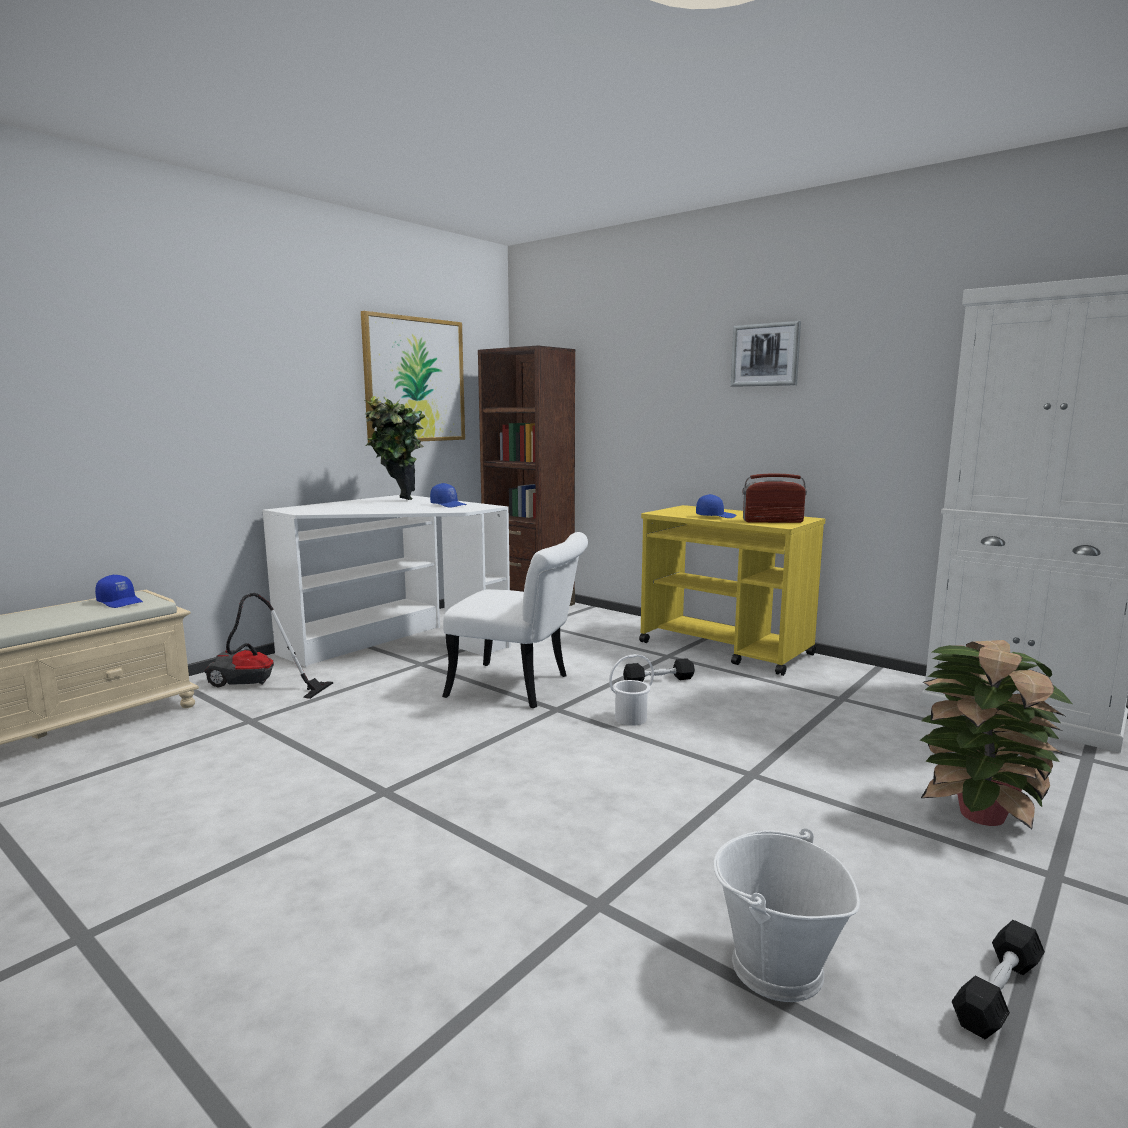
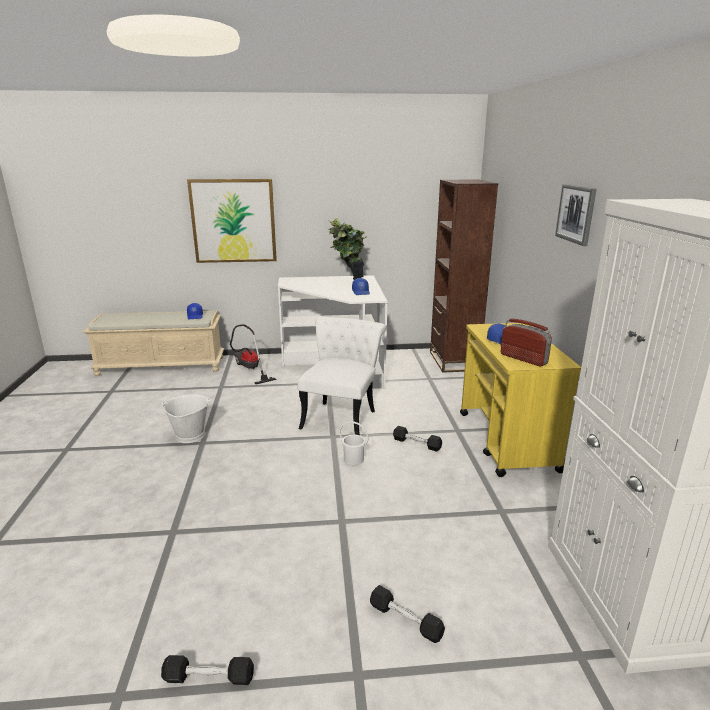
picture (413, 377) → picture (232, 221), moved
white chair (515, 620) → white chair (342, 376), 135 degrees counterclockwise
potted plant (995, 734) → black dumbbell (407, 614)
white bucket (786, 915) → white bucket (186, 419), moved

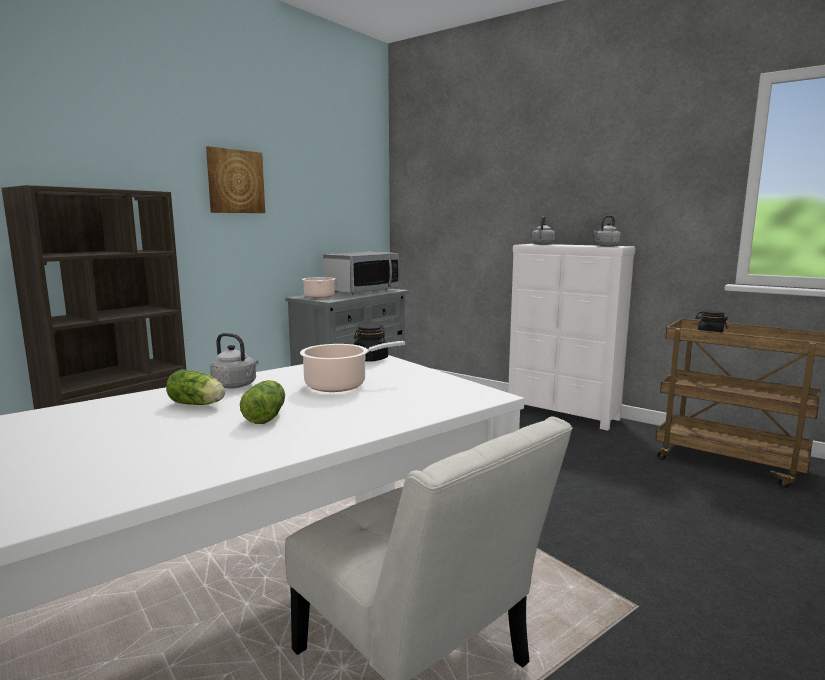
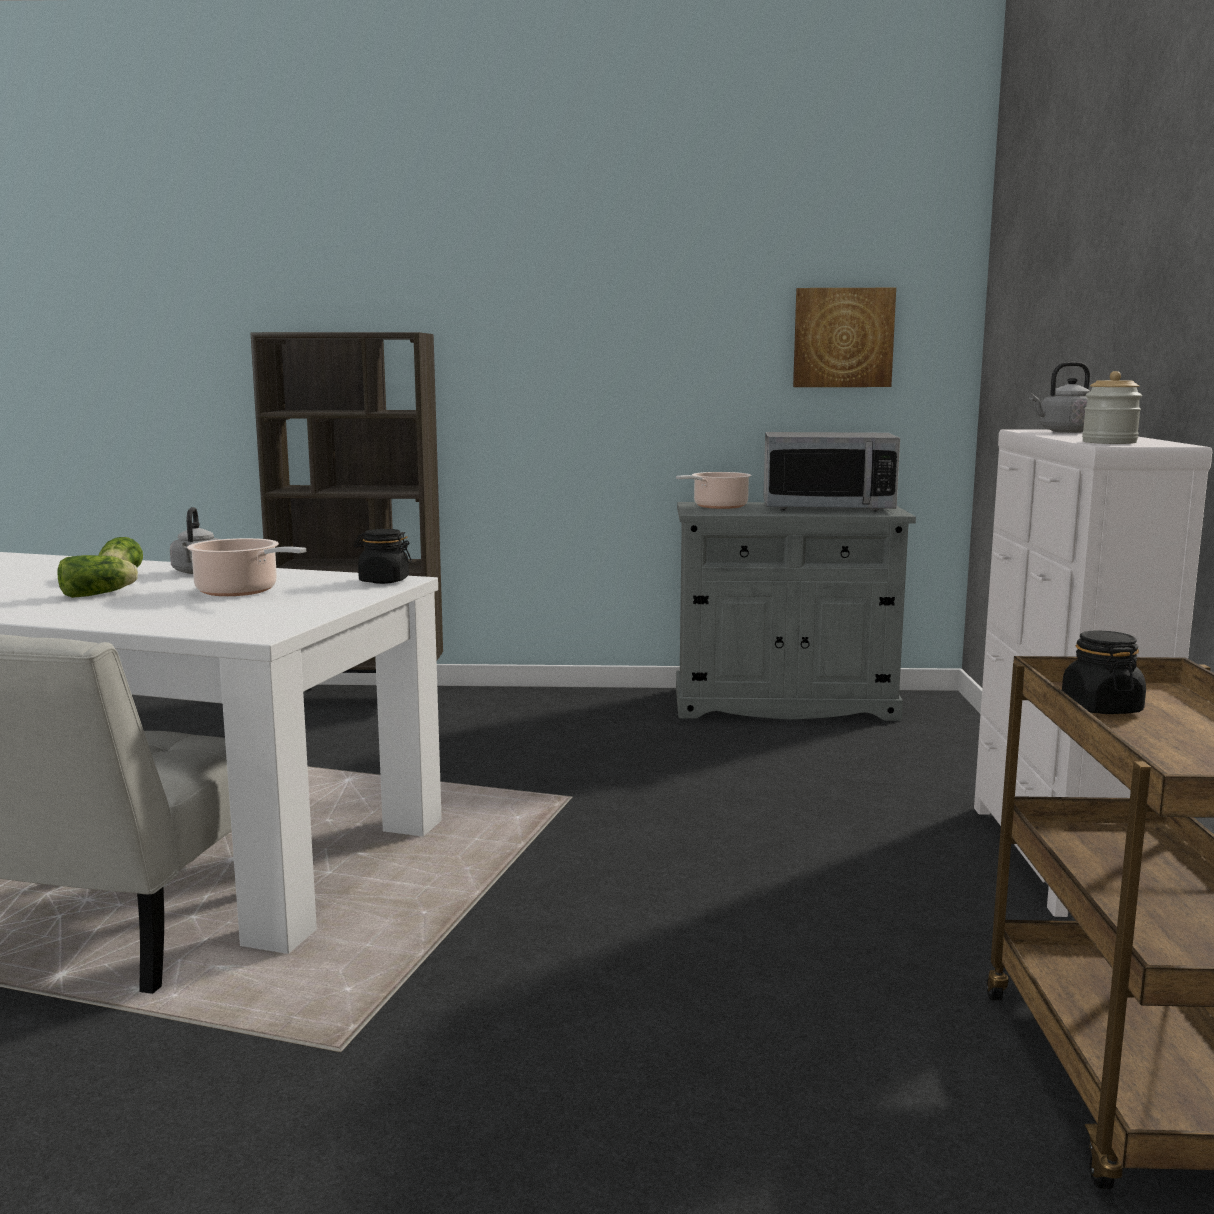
picture (235, 179) → picture (844, 337), moved
grey kettle (607, 231) → jar (1112, 407)

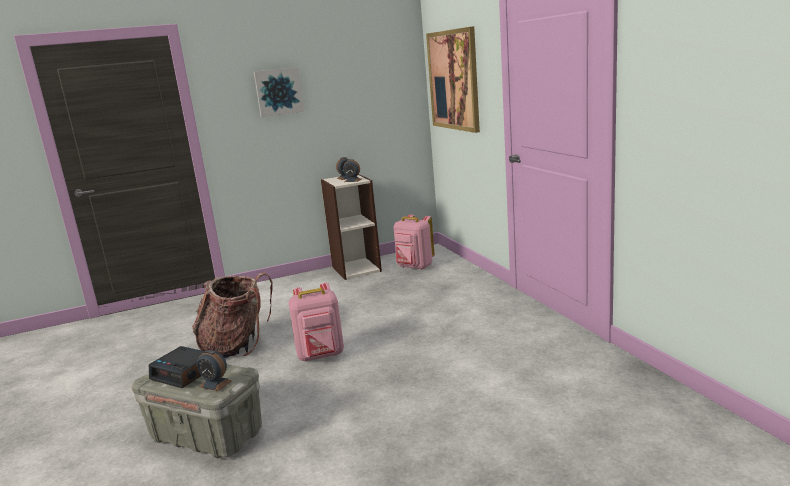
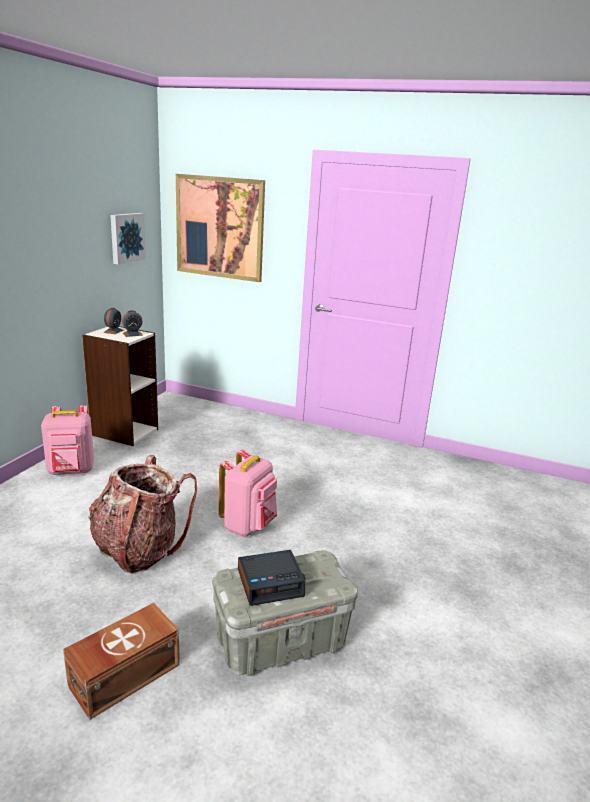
picture (279, 92) → picture (128, 238), moved
pink backpack (414, 242) → pink backpack (67, 440), moved
alarm clock (214, 370) → -
- → brown storage box (121, 661)

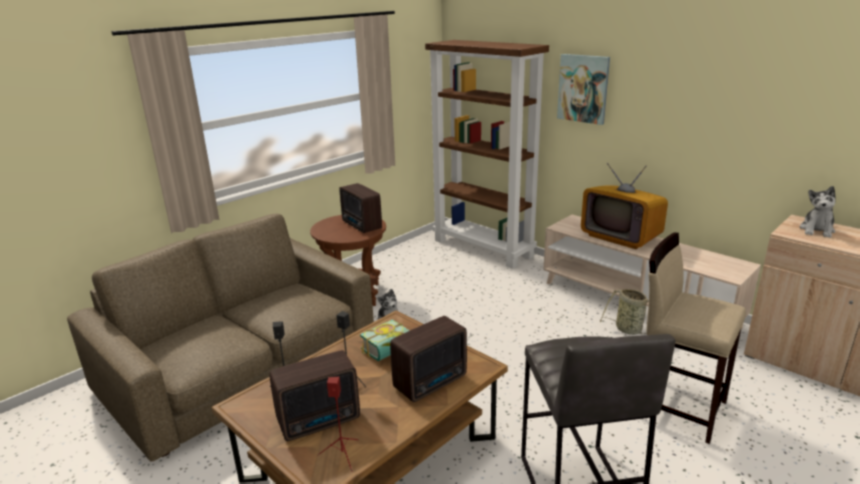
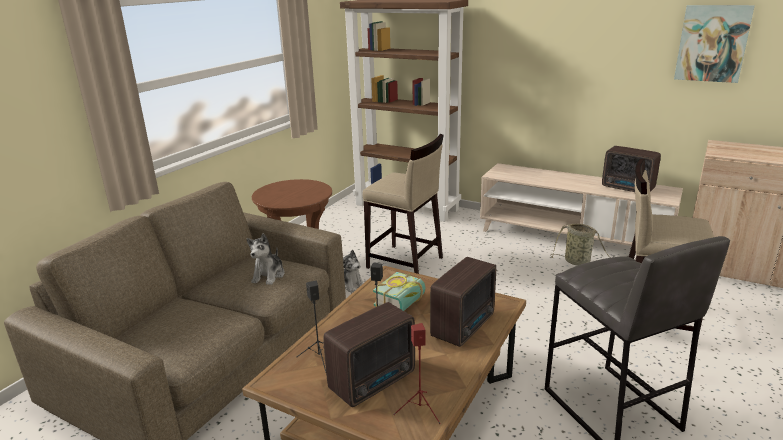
picture (583, 89) → picture (714, 44), moved
television (624, 206) → -
radio (360, 208) → radio (631, 169), moved
plush toy (818, 212) → plush toy (266, 259), moved
- → beige stool (403, 204)

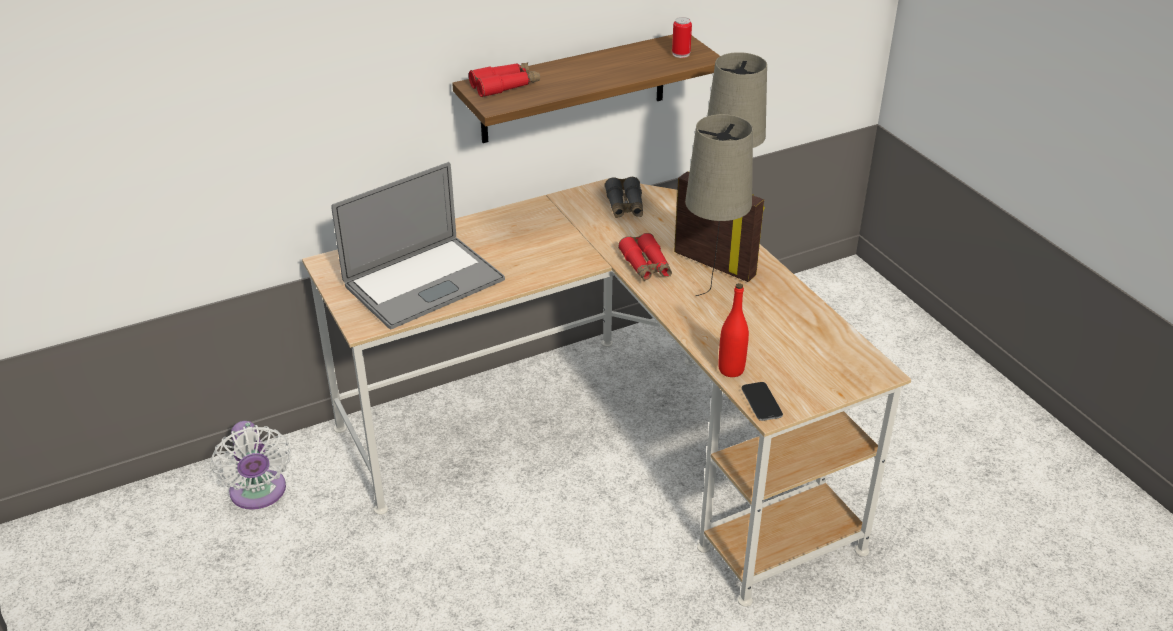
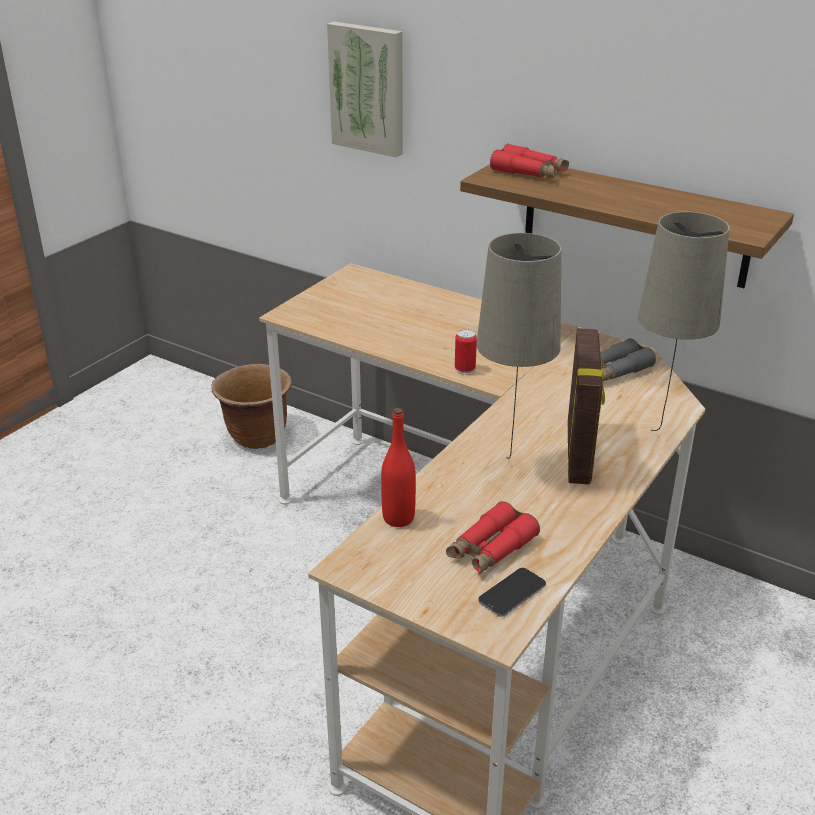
can (682, 37) → can (466, 352), moved
laptop (418, 245) → -
red binoculars (645, 257) → red binoculars (493, 537), moved
phone (762, 401) → phone (512, 592), moved
white fan (250, 465) → brown planter (251, 406)
- → picture (365, 89)

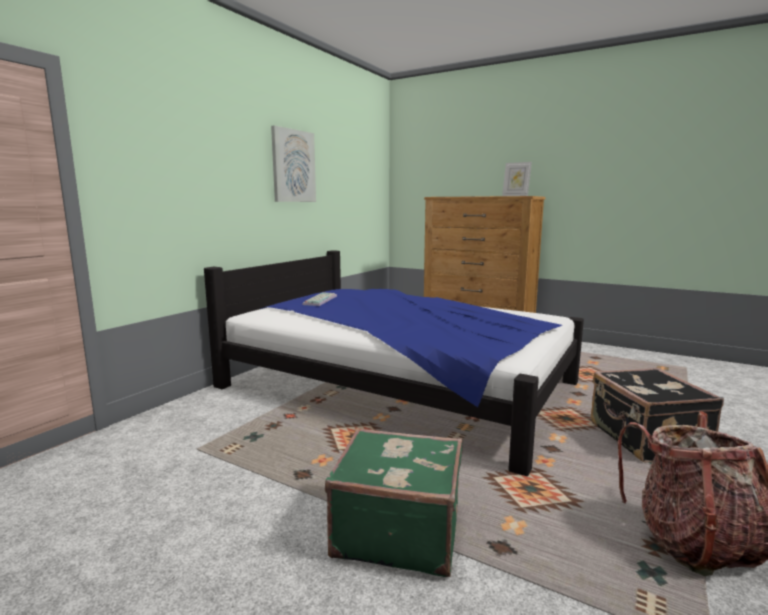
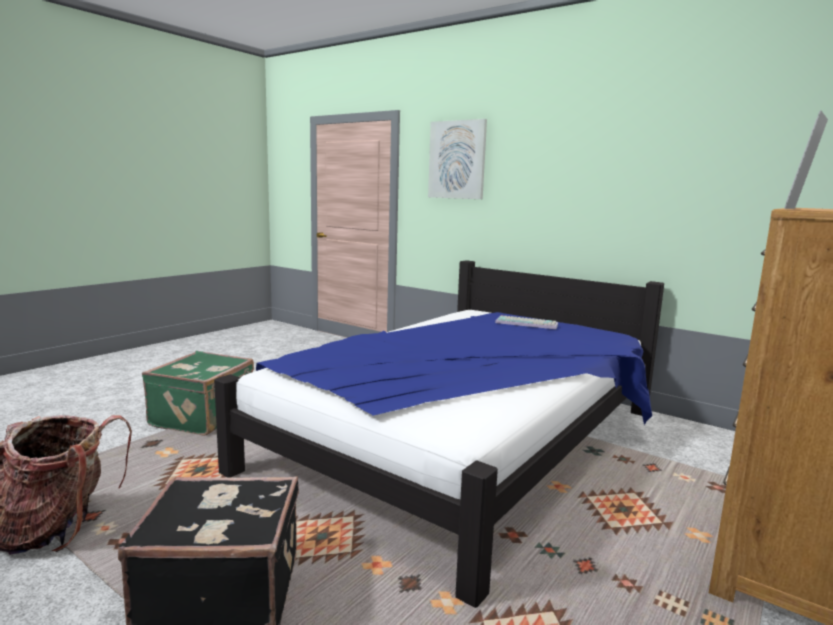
picture (293, 163) → picture (457, 159), moved

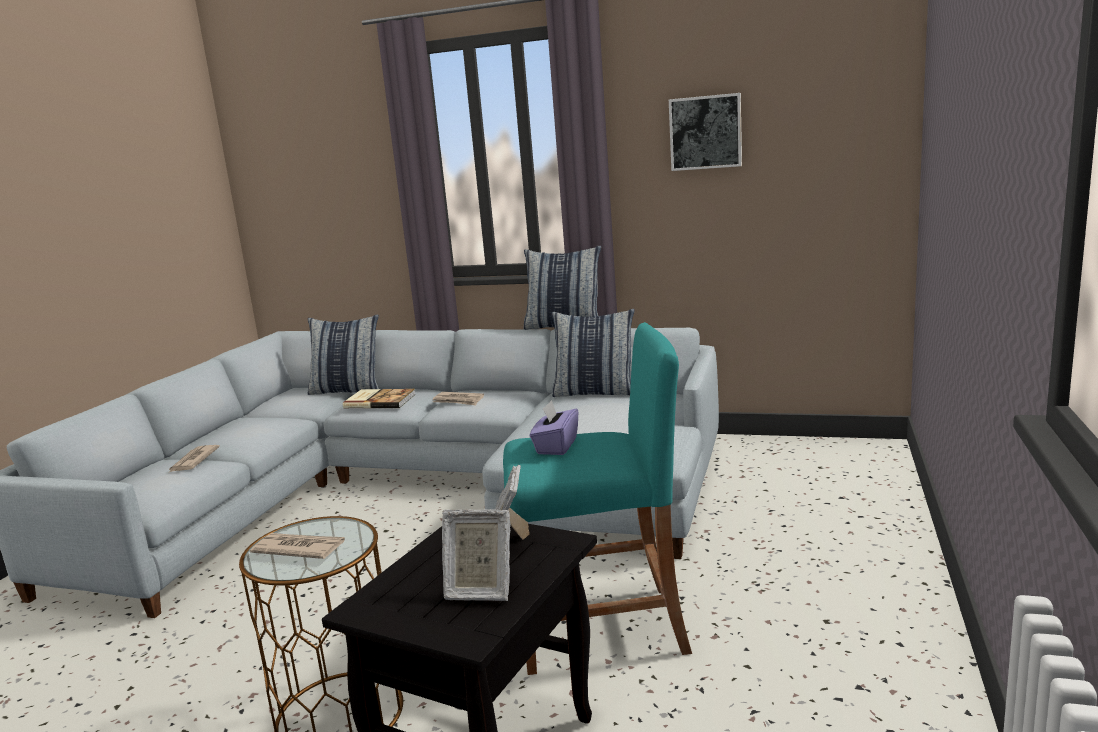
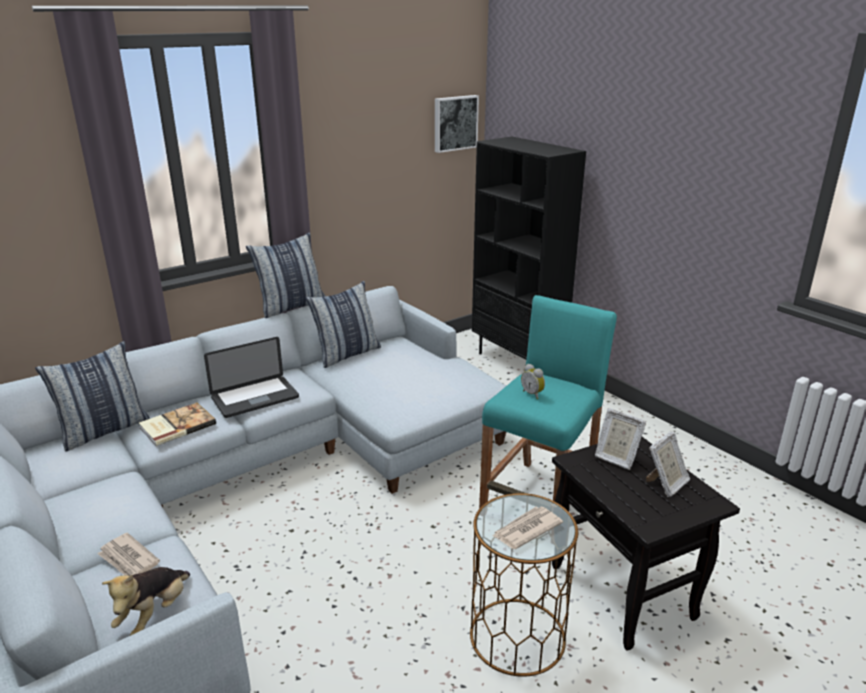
picture (705, 132) → picture (457, 124), moved
newspaper (458, 398) → laptop (251, 377)
purple tissue box (554, 427) → alarm clock (533, 381)
- → black bookcase (529, 248)
- → plush toy (146, 601)

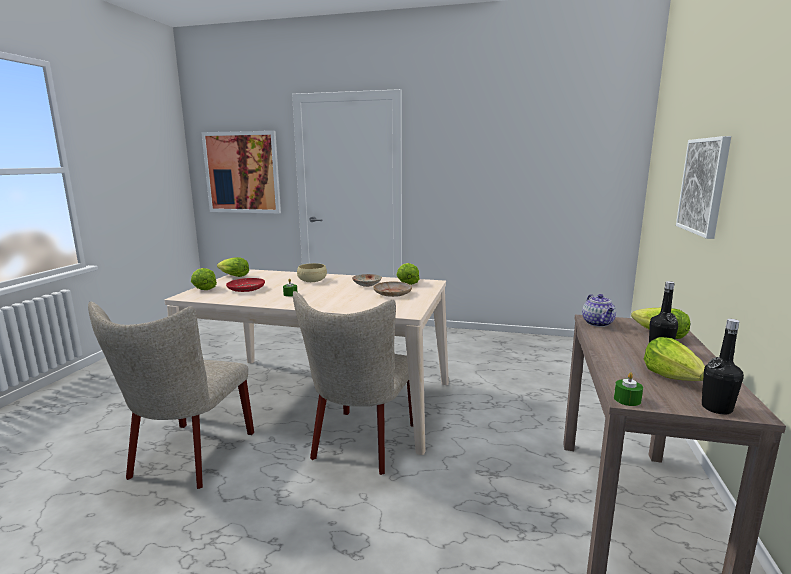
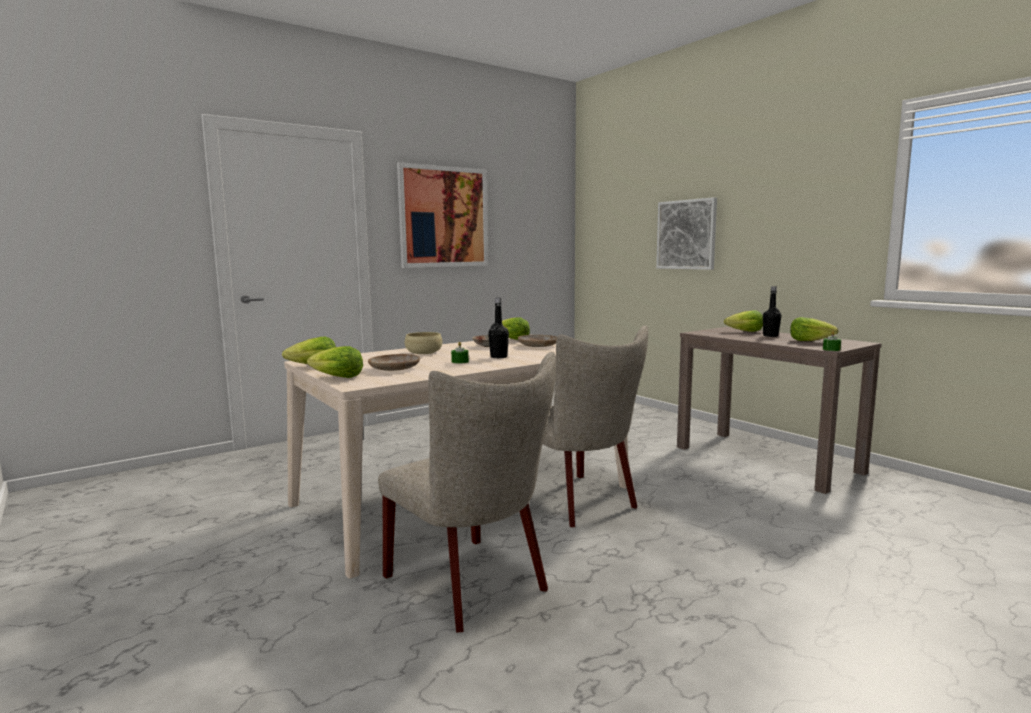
picture (241, 172) → picture (442, 215), moved
red plate (245, 285) → beige plate (394, 362)
teapot (599, 310) → -
black bottle (723, 366) → black bottle (498, 328), moved

